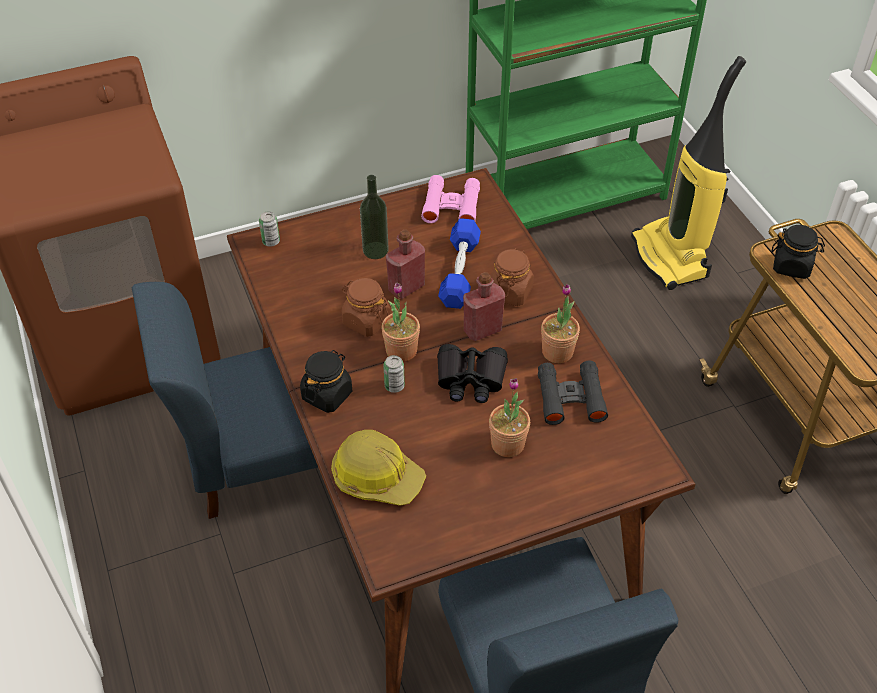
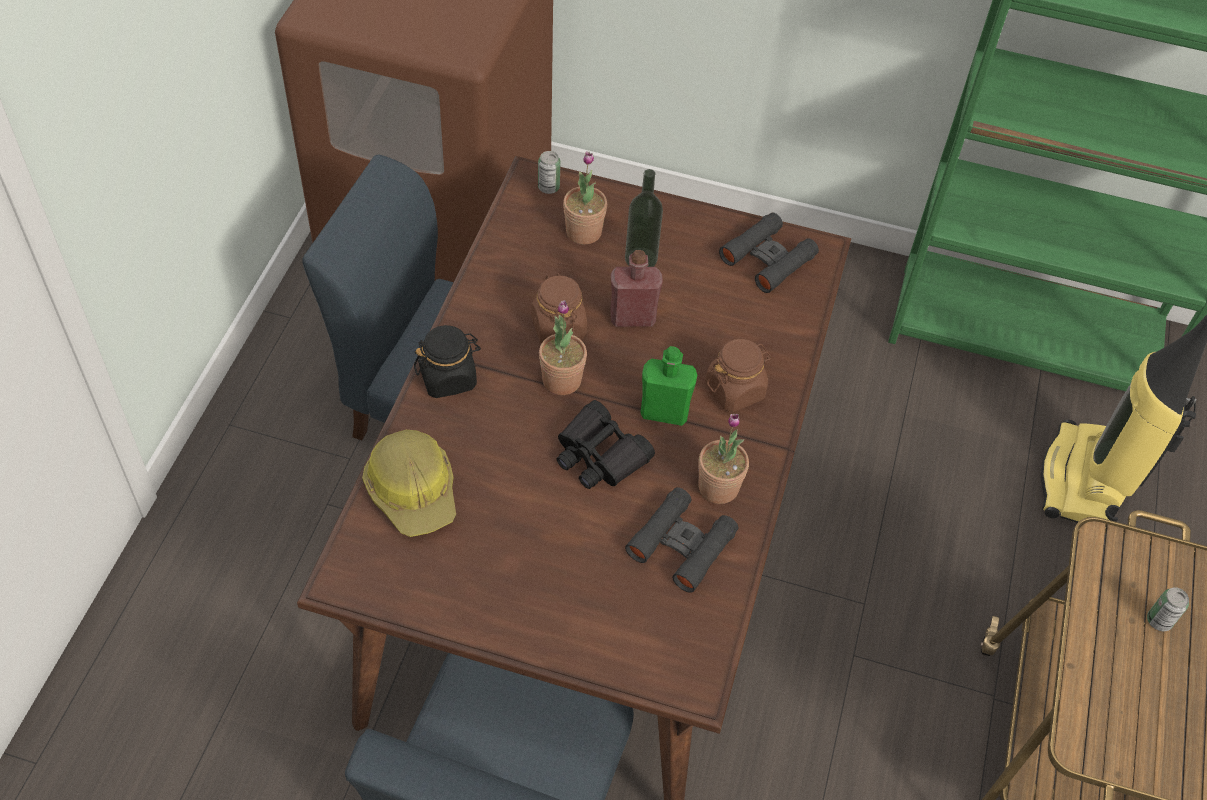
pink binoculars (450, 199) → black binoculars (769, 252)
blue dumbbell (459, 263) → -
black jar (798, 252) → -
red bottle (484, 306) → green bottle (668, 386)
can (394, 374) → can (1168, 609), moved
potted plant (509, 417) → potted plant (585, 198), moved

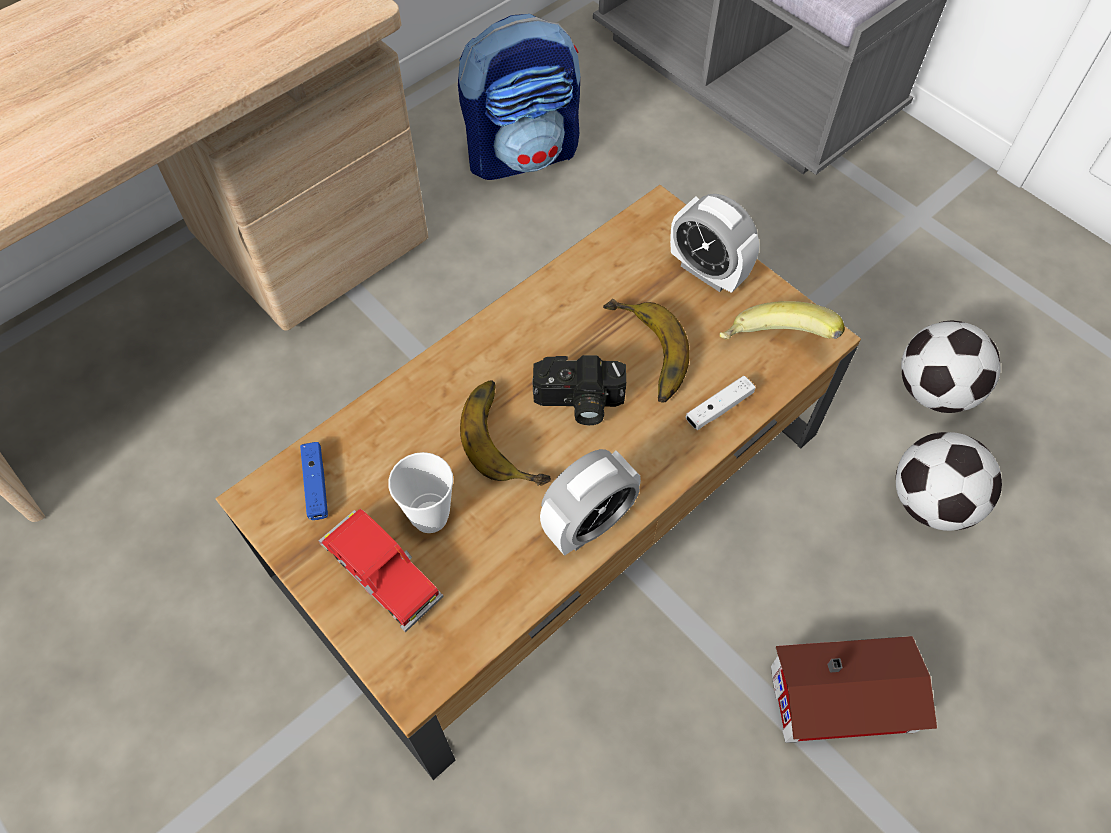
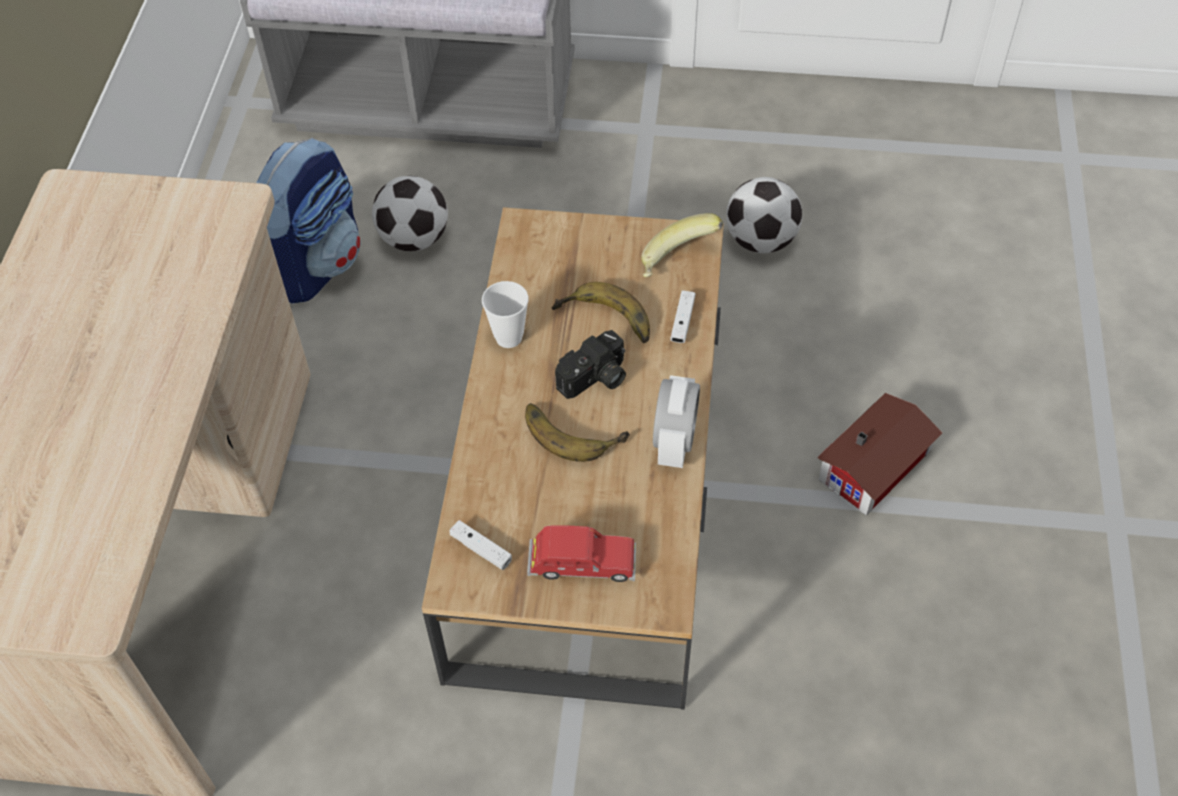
alarm clock (714, 243) → -
football (949, 481) → football (410, 213), moved
blue game controller (314, 481) → white game controller (480, 545)
cup (420, 492) → cup (505, 314), moved

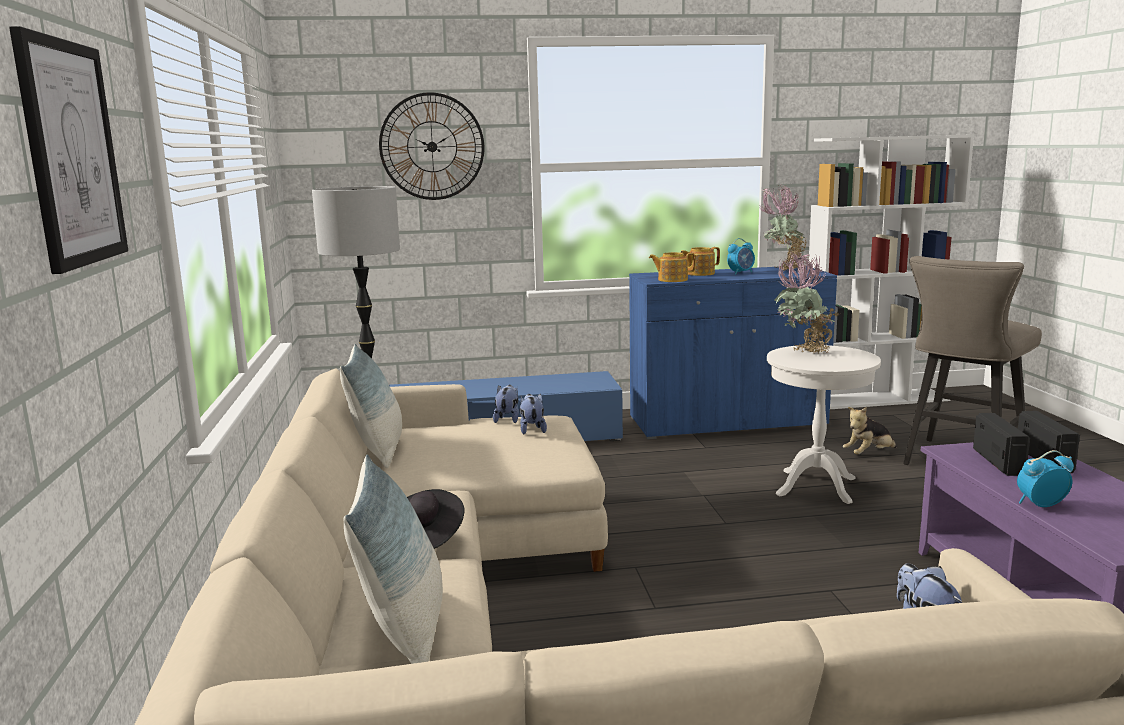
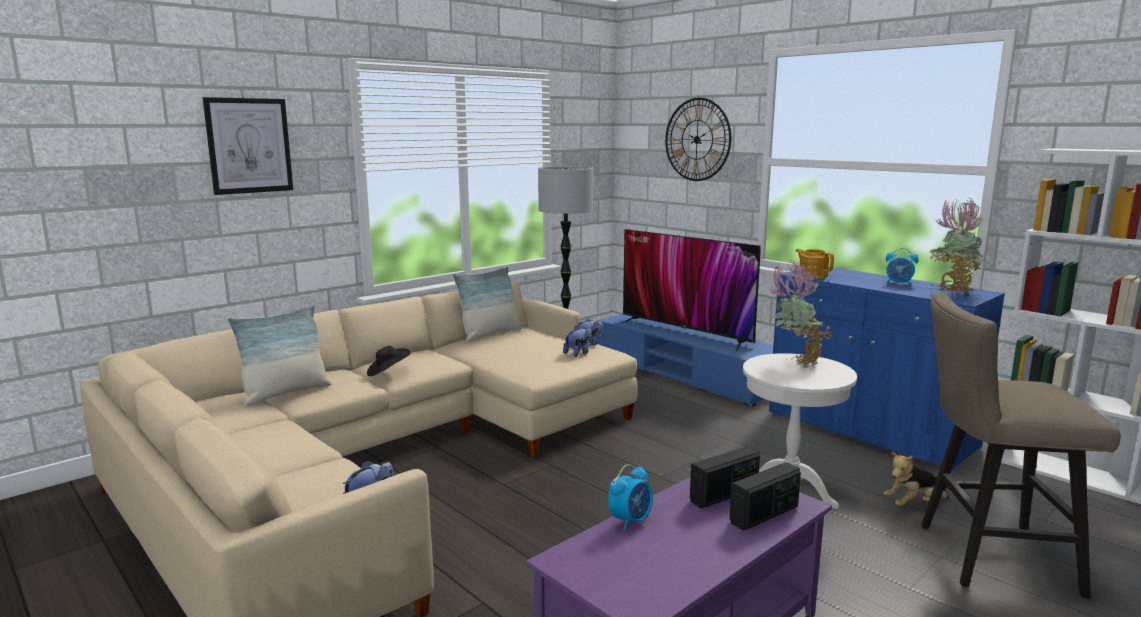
teapot (700, 261) → -
plush toy (870, 431) → plush toy (916, 479), 45 degrees counterclockwise
alarm clock (1045, 478) → alarm clock (630, 497), 90 degrees clockwise
- → television (691, 290)

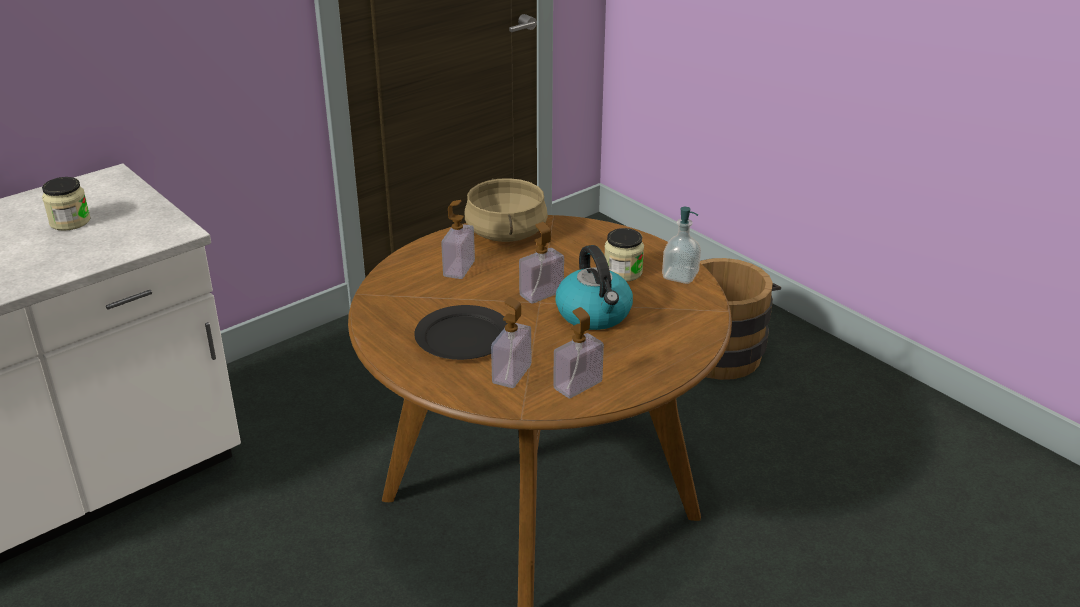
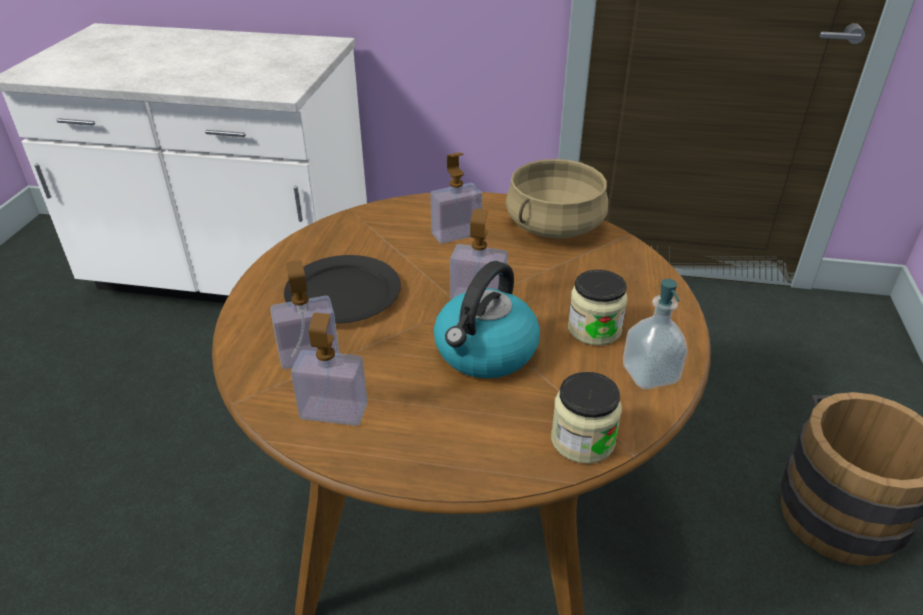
jar (66, 204) → jar (586, 418), moved

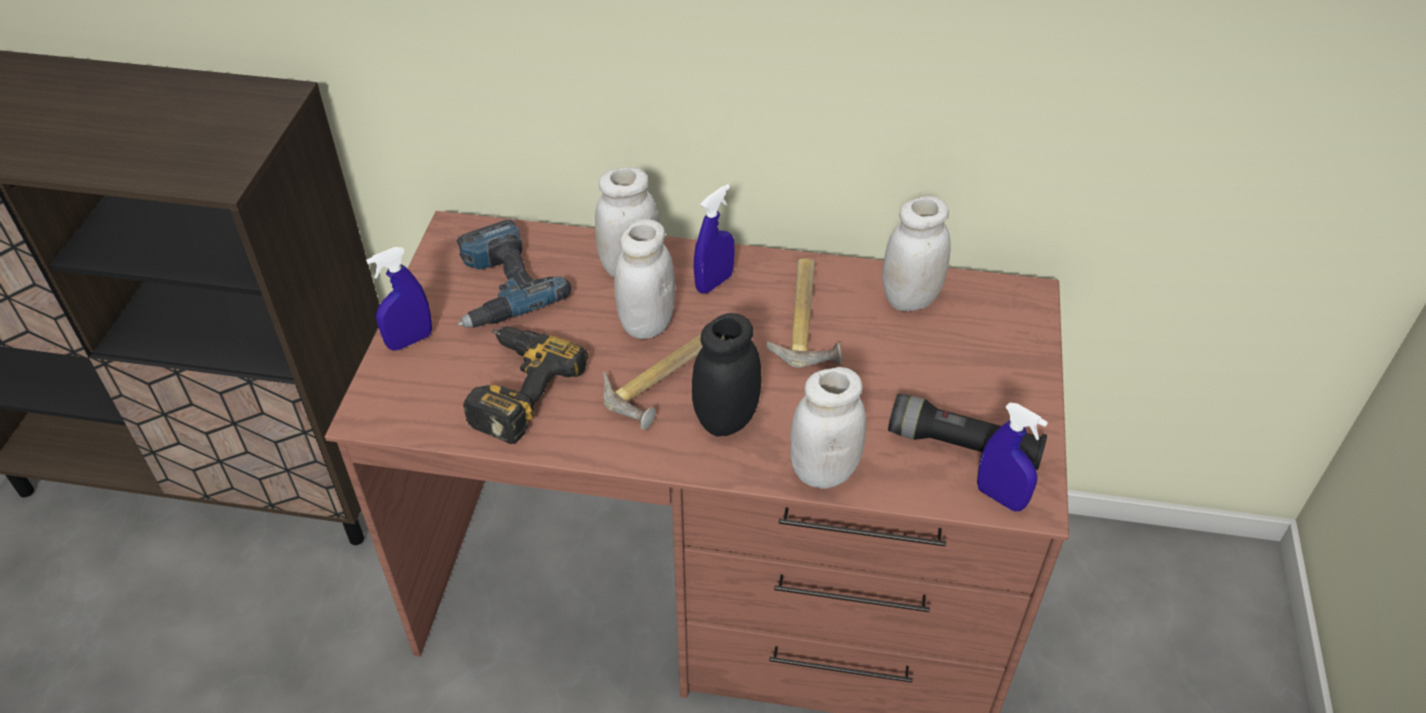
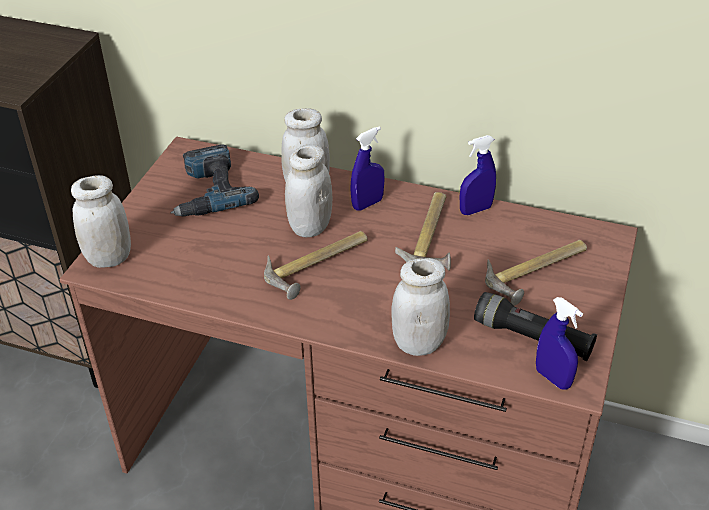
white jar (916, 254) → white jar (101, 221), moved
blue spray bottle (399, 299) → blue spray bottle (478, 175), moved
black jar (727, 375) → -
power drill (525, 385) → -
- → hammer (536, 273)

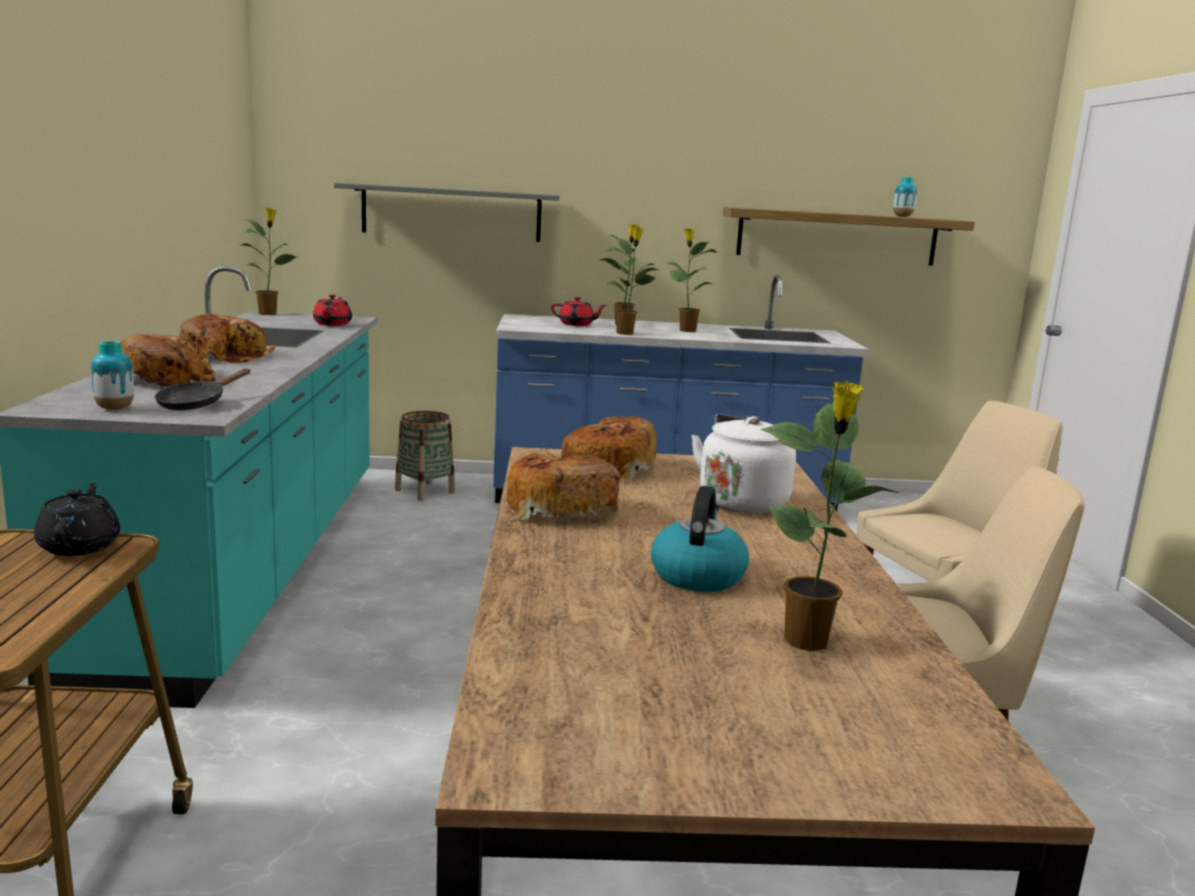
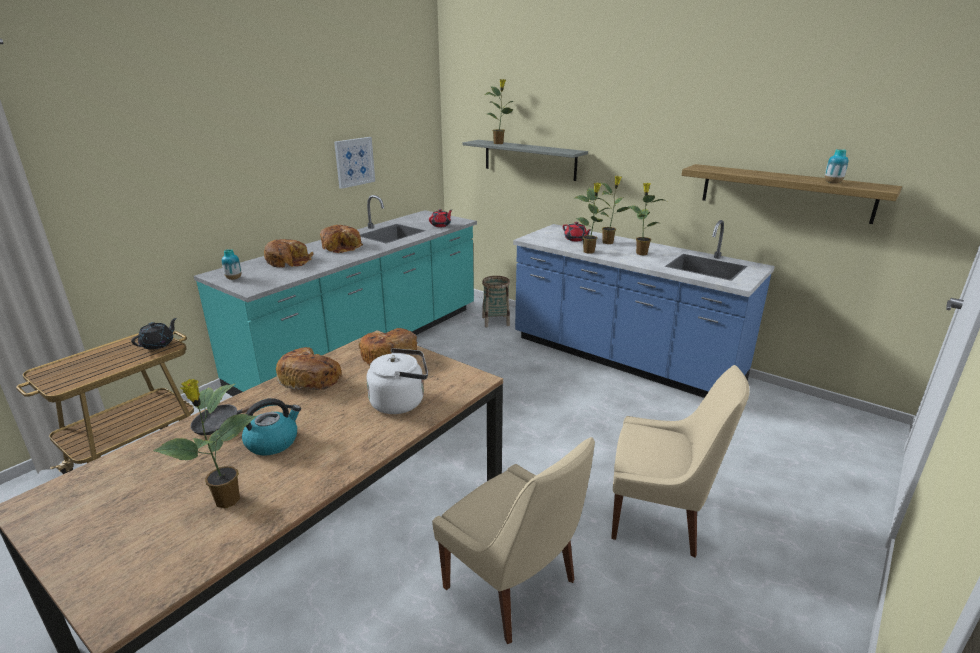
potted plant (269, 261) → potted plant (499, 111), moved
black frying pan (203, 389) → black frying pan (230, 416), moved
- → picture (354, 163)

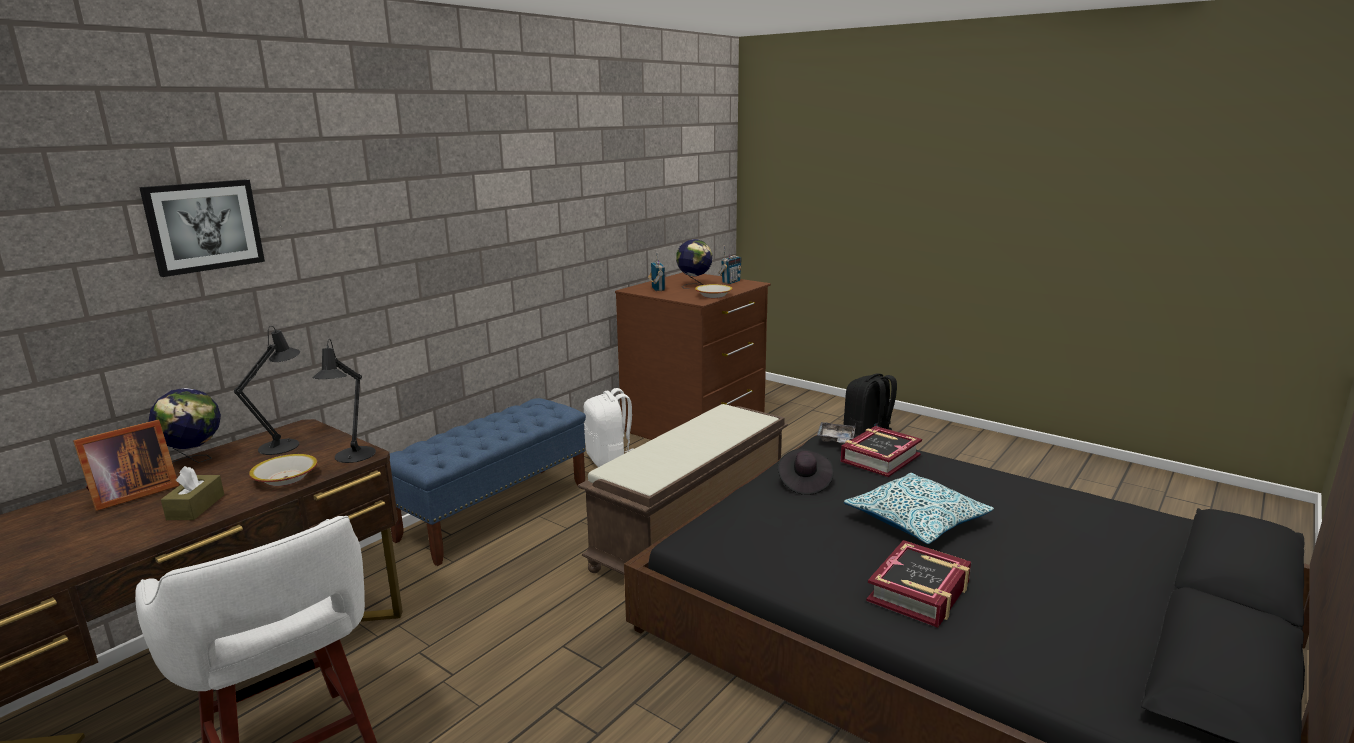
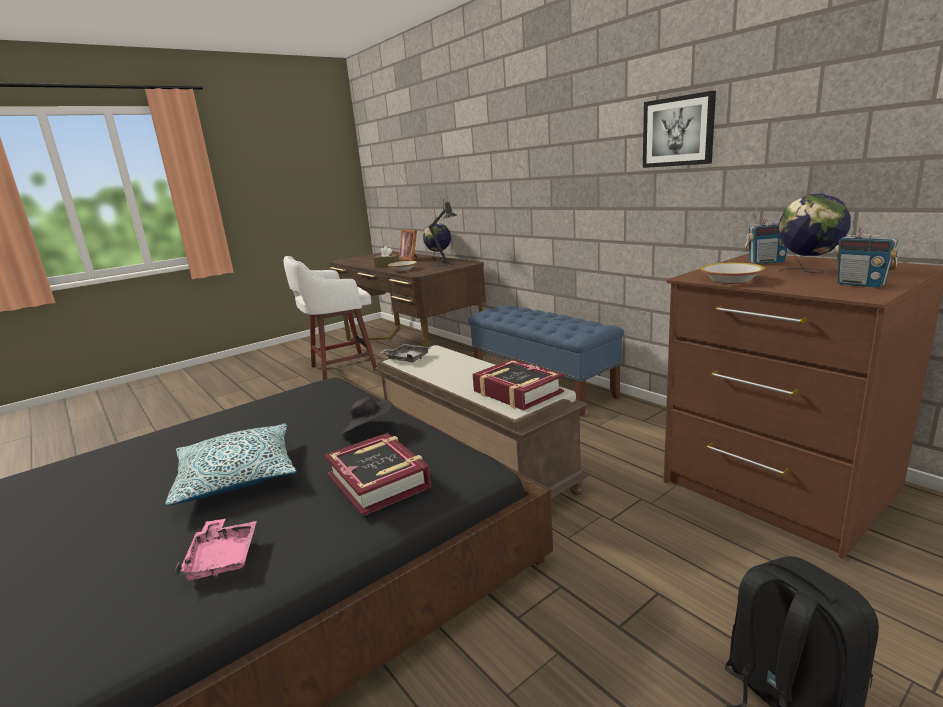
picture (202, 228) → picture (679, 129), moved
black table lamp (344, 401) → -
white backpack (608, 427) → -
grey tray (836, 433) → grey tray (405, 353), moved
book (918, 584) → book (518, 385), moved
- → pink tray (216, 549)

